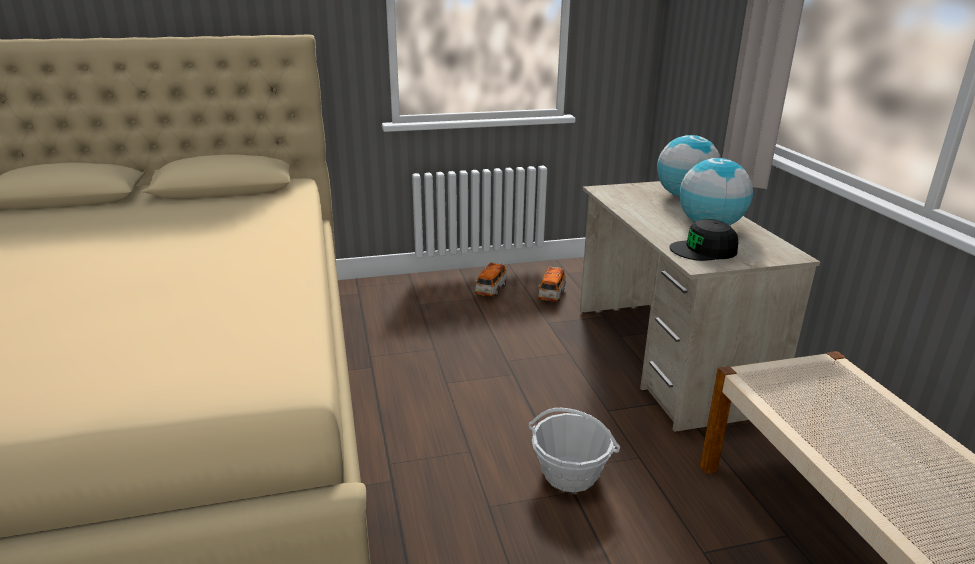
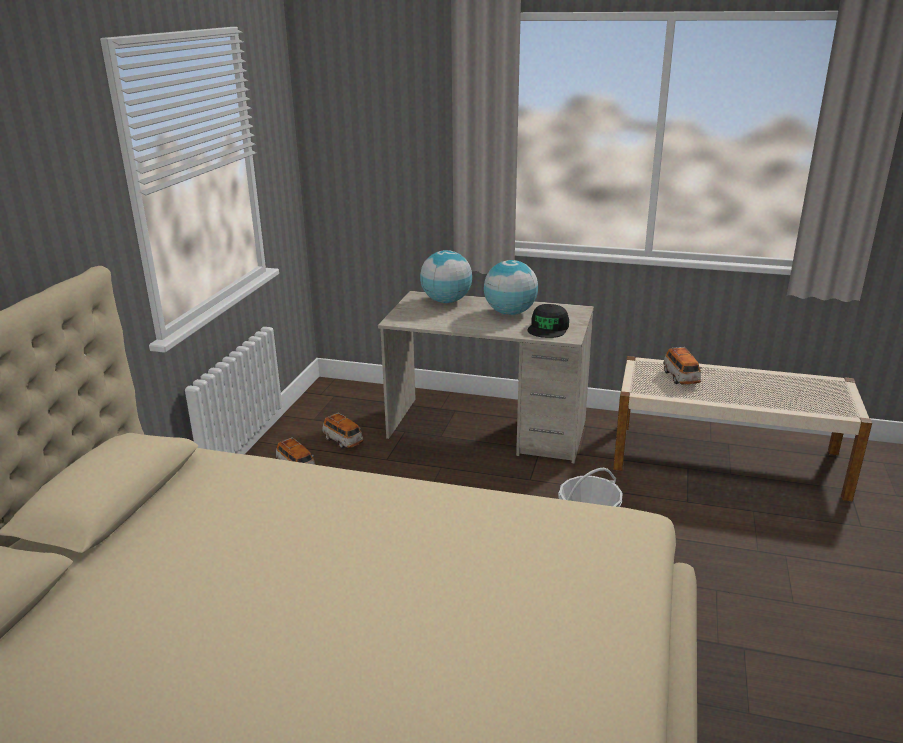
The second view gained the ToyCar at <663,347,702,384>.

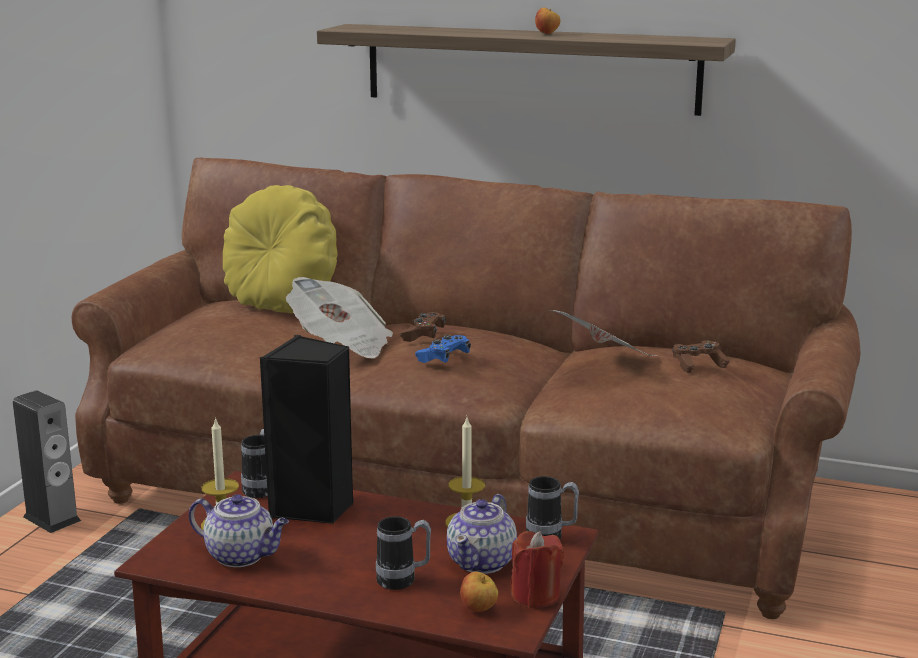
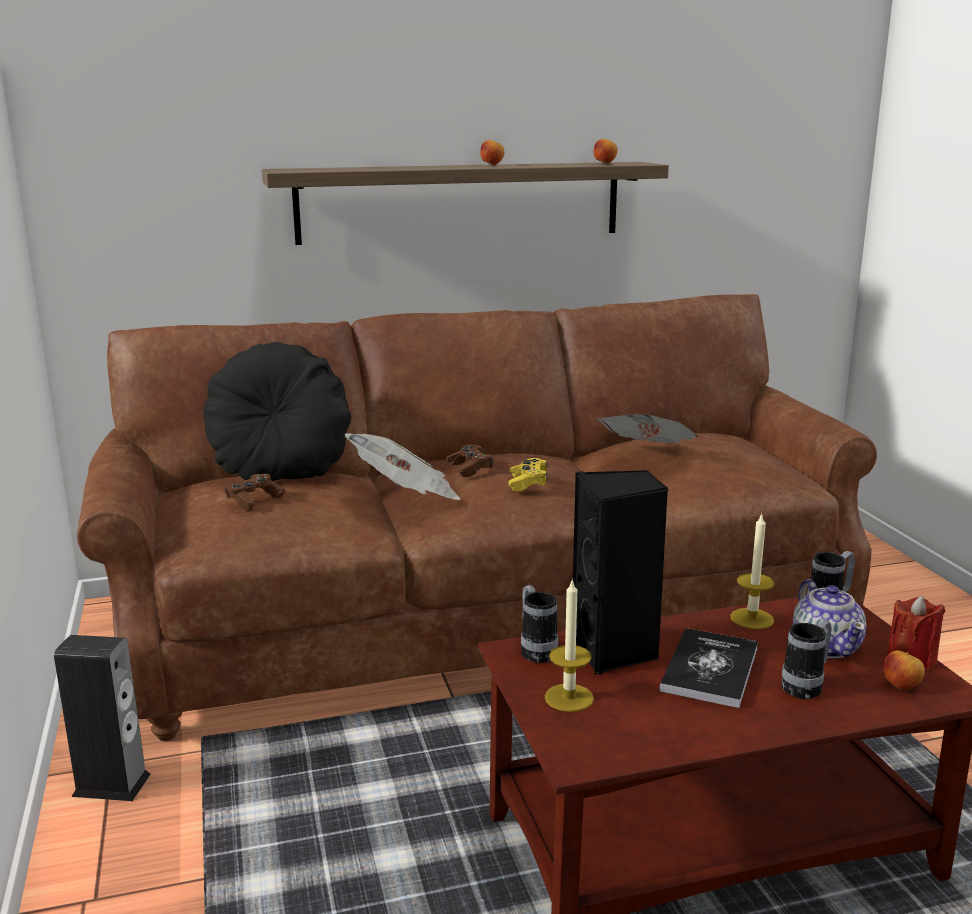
The second view lost the TeaPot at <189,494,289,567>.
The second view gained the WholeApple at <594,139,618,164>.
The second view gained the Book at <659,628,758,708>.
The BrownColouredGamepad ended up elsewhere, having gone from <673,340,730,373> to <225,474,286,511>.
What was the YellowColouredPillow at <223,185,338,313> turned into the BlackColouredPillow at <203,342,351,481>.
What was the BlueColouredGamepad at <415,335,471,363> turned into the YellowColouredGamepad at <508,458,548,491>.

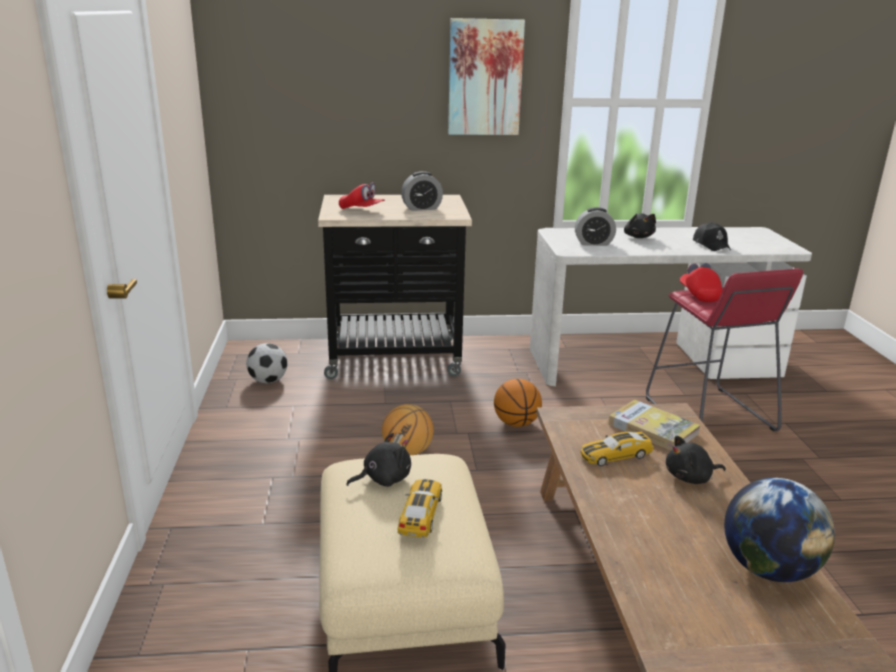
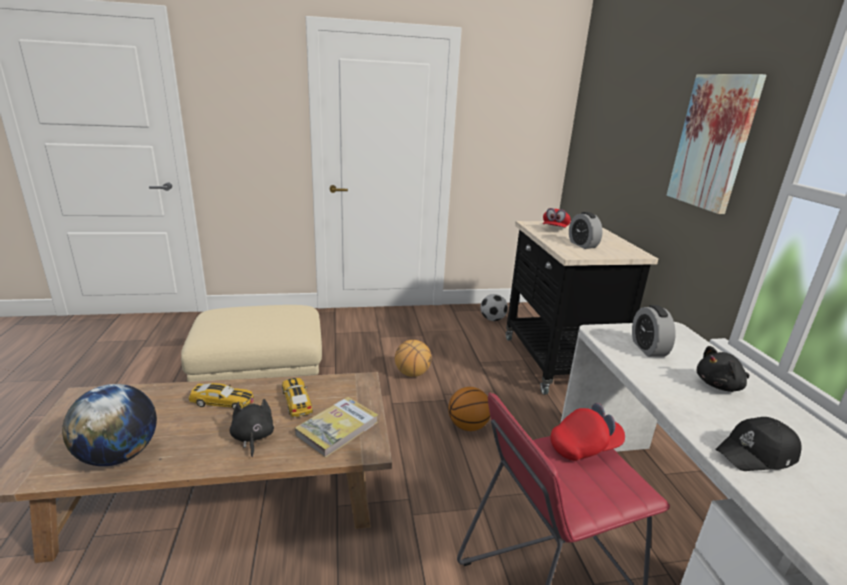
The second view lost the BlackColouredCuddlyToy at <346,433,411,487>.
The ToyCar ended up elsewhere, having gone from <397,479,442,538> to <189,383,254,409>.

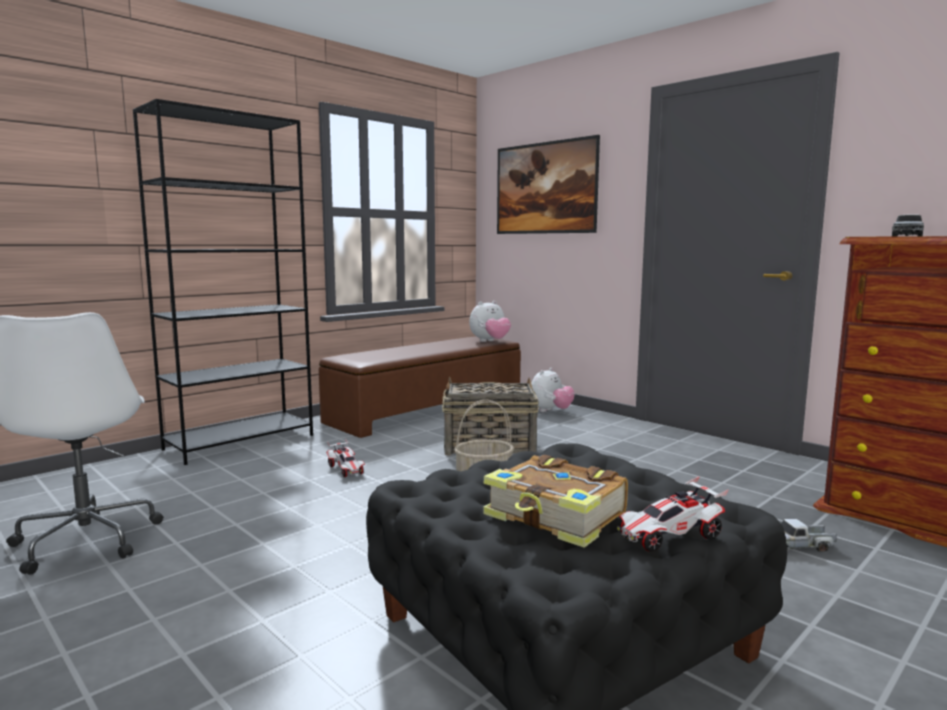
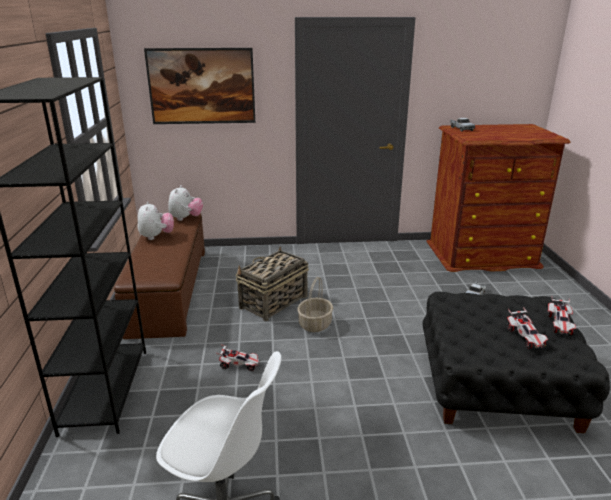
The CuddlyToy ended up elsewhere, having gone from <531,368,575,412> to <138,201,174,240>.
Where the Book stood at <483,455,628,548>, the ToyCar came to stand at <507,307,548,349>.

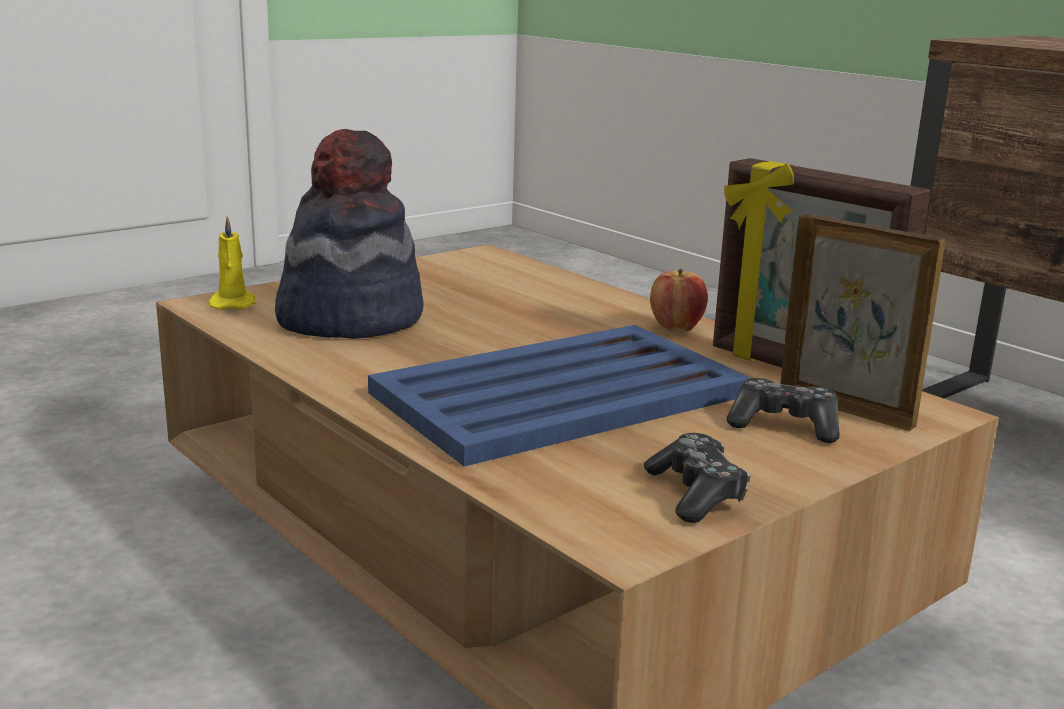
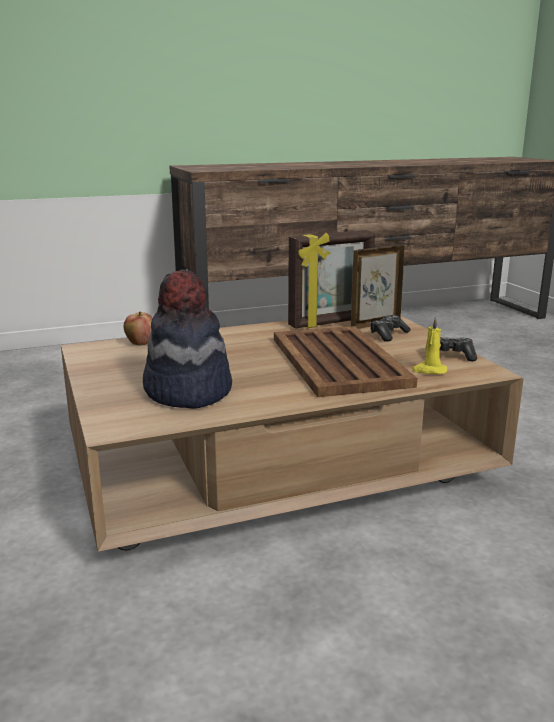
The YellowColouredCandle ended up elsewhere, having gone from <208,215,255,310> to <412,317,448,374>.
The WholeApple ended up elsewhere, having gone from <650,269,708,332> to <124,311,152,345>.
What was the BlueColouredServingTray at <368,325,751,467> turned into the BrownColouredServingTray at <274,326,417,397>.

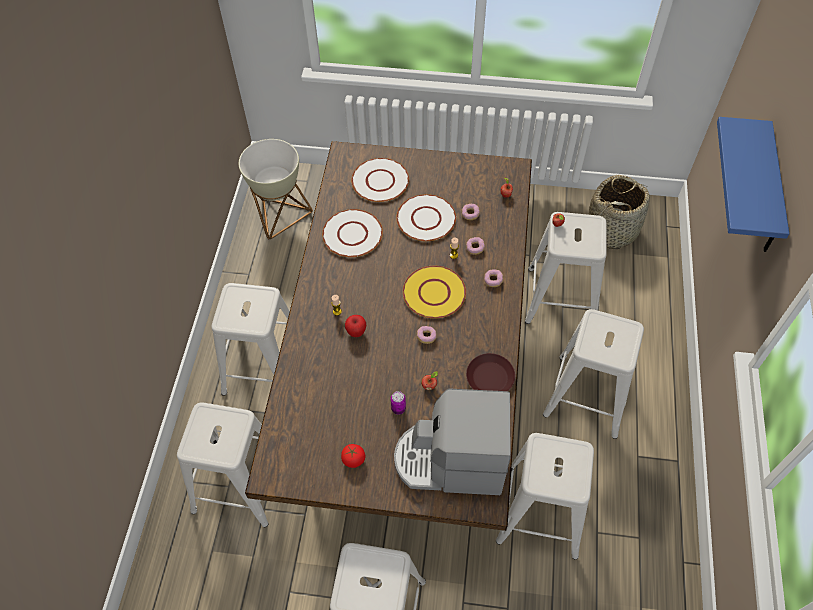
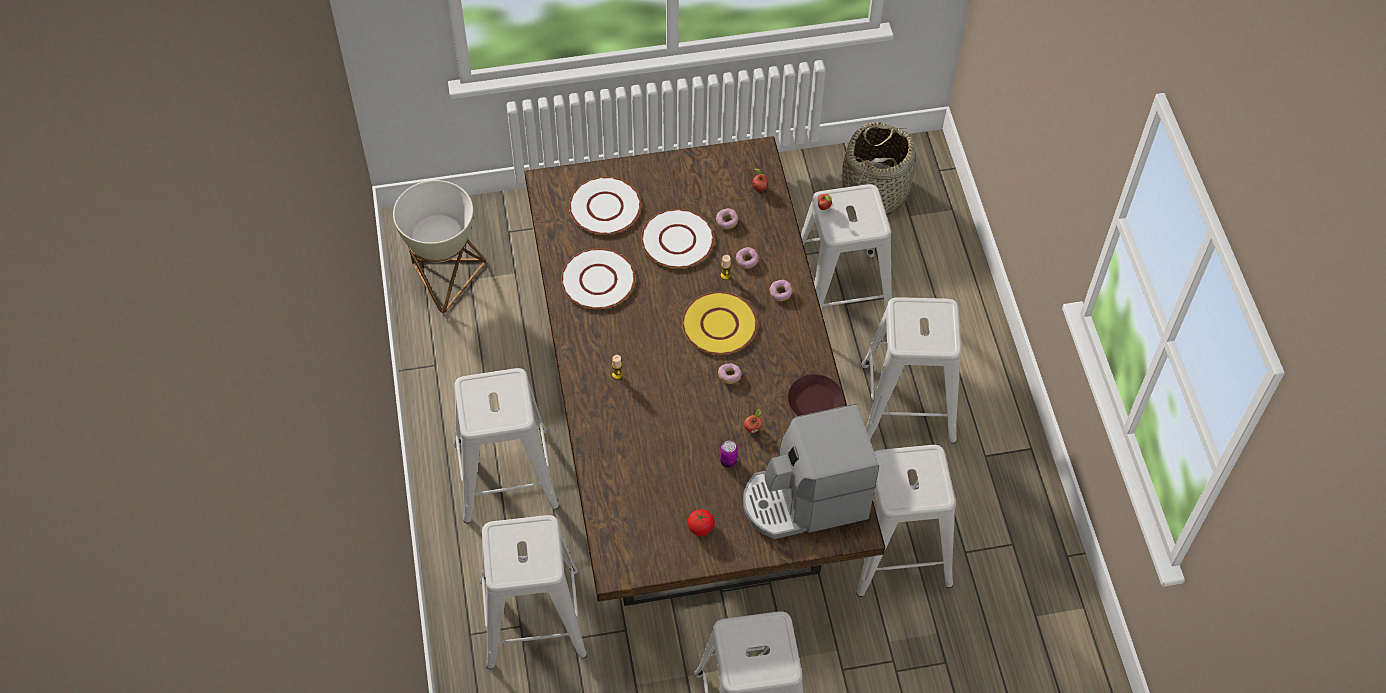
The second view lost the WholeApple at <345,315,366,337>.
The second view lost the BlueColouredBracketShelf at <717,117,789,252>.

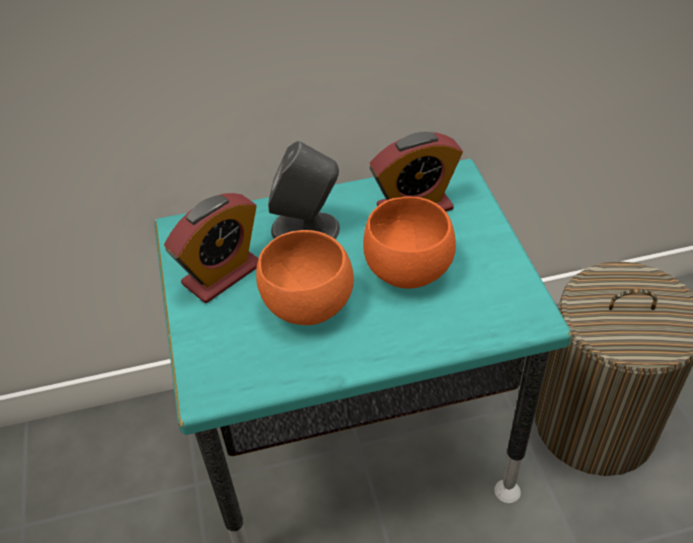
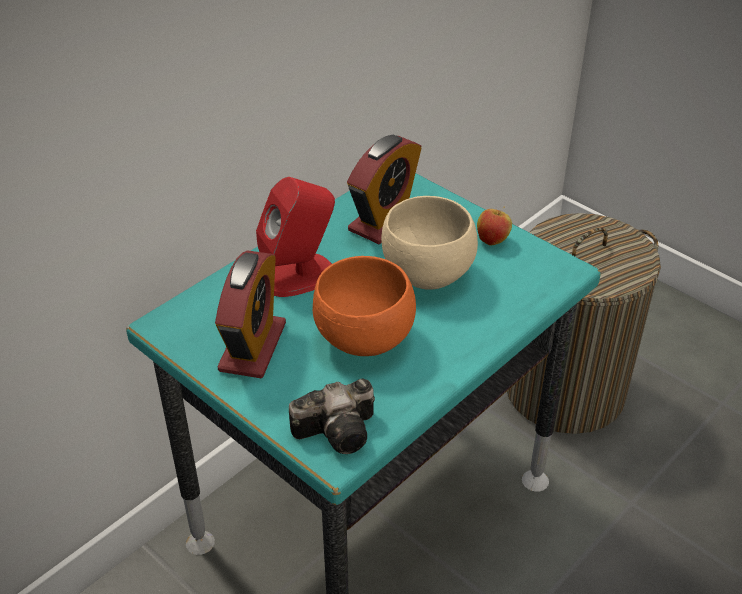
The second view gained the PhotoCamera at <289,379,375,454>.
The second view gained the WholeApple at <477,206,512,245>.
What was the GreyAudioSpeaker at <268,141,340,240> turned into the RedColouredAudioSpeaker at <256,177,335,297>.
What was the OrangeColouredDeepDish at <363,196,456,289> turned into the BeigeDeepDish at <381,196,478,290>.

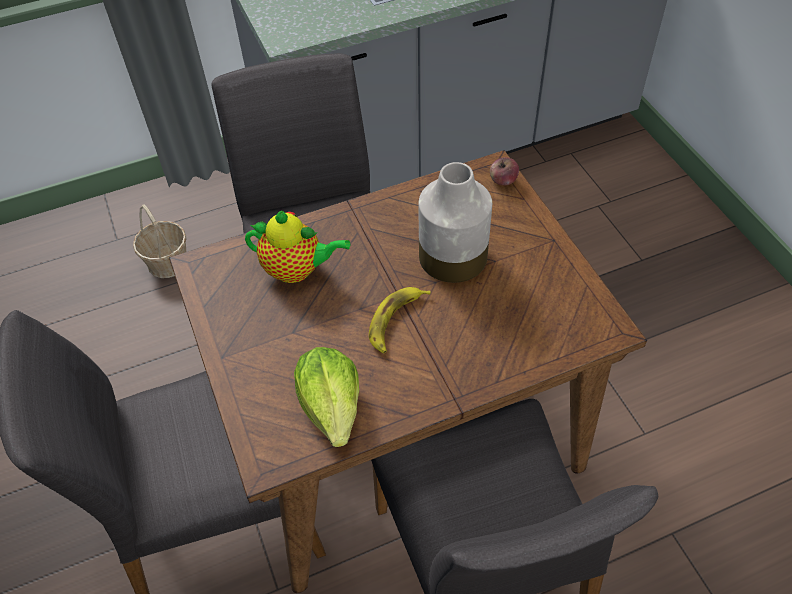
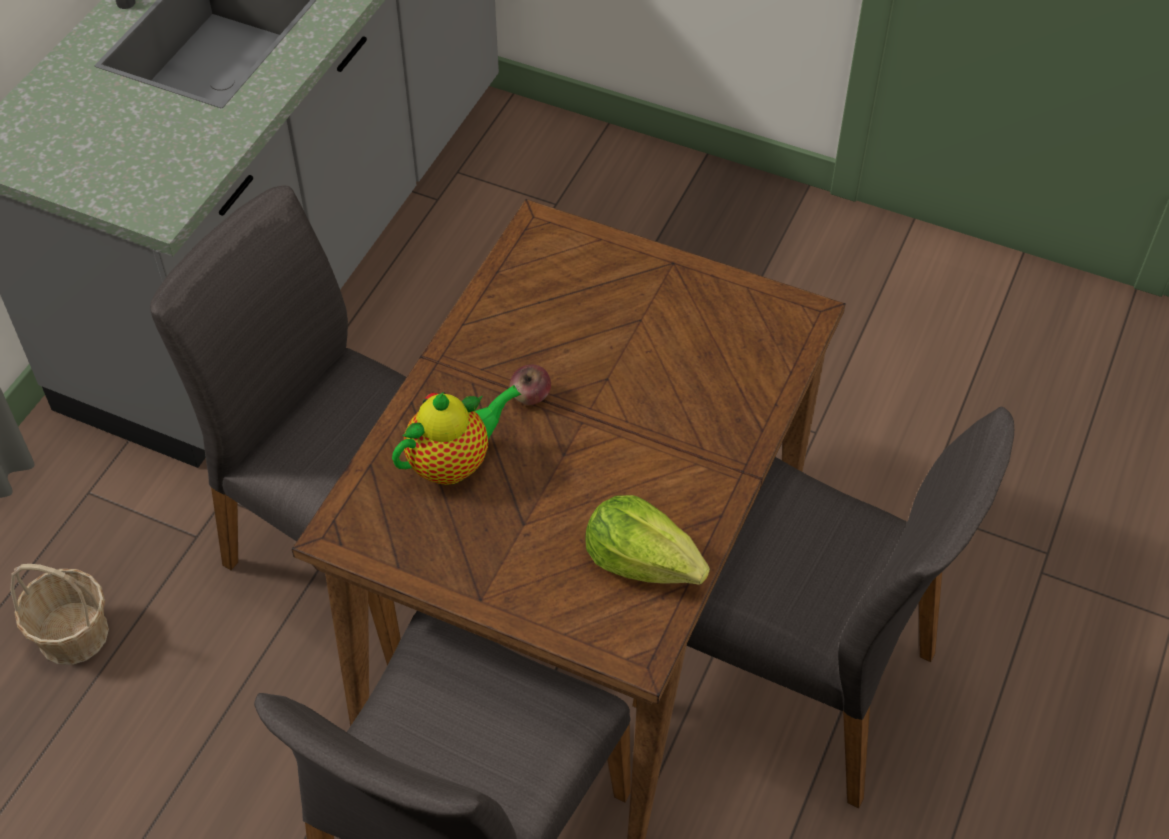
The second view lost the BananaFruit at <369,287,431,354>.
The second view lost the BeigeFlowerVase at <418,162,492,283>.
The WholeApple ended up elsewhere, having gone from <490,157,519,185> to <510,365,551,405>.

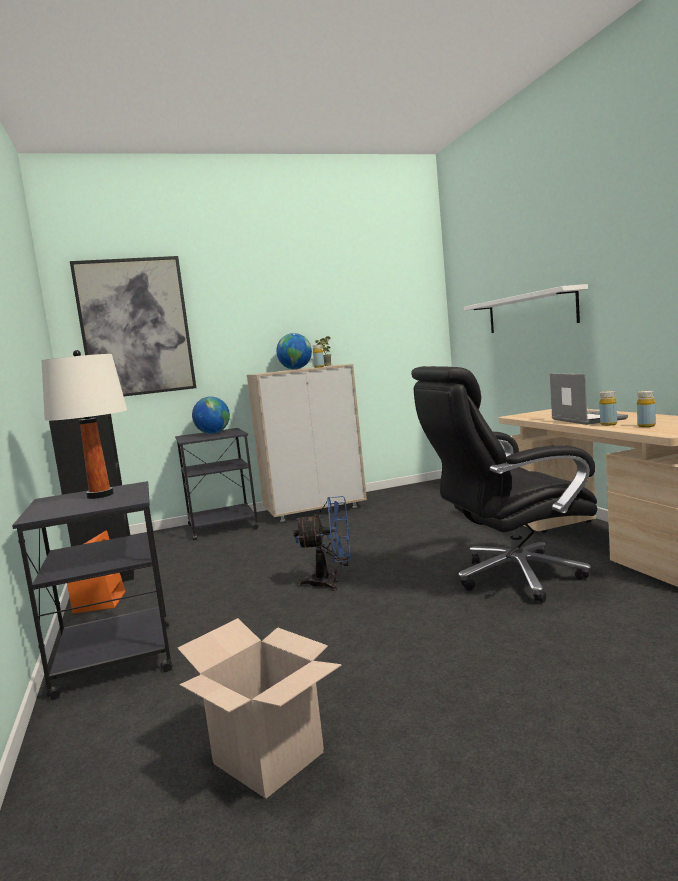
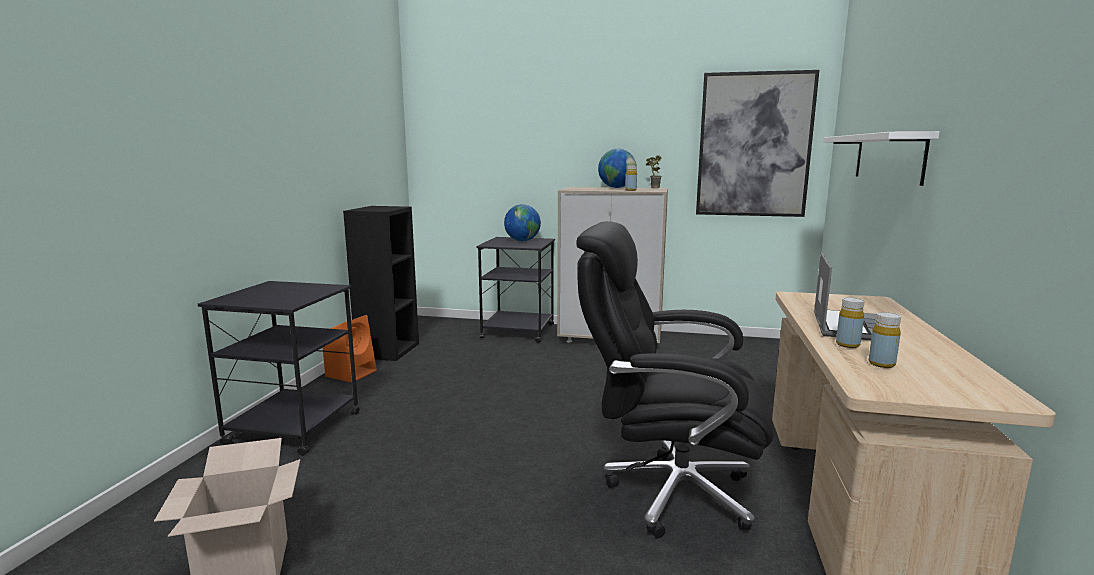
The second view lost the WhiteColouredLampForATable at <41,350,127,499>.
The second view lost the BlueColouredCoolingFan at <293,496,351,591>.
The Picture ended up elsewhere, having gone from <70,256,196,396> to <696,70,819,217>.

